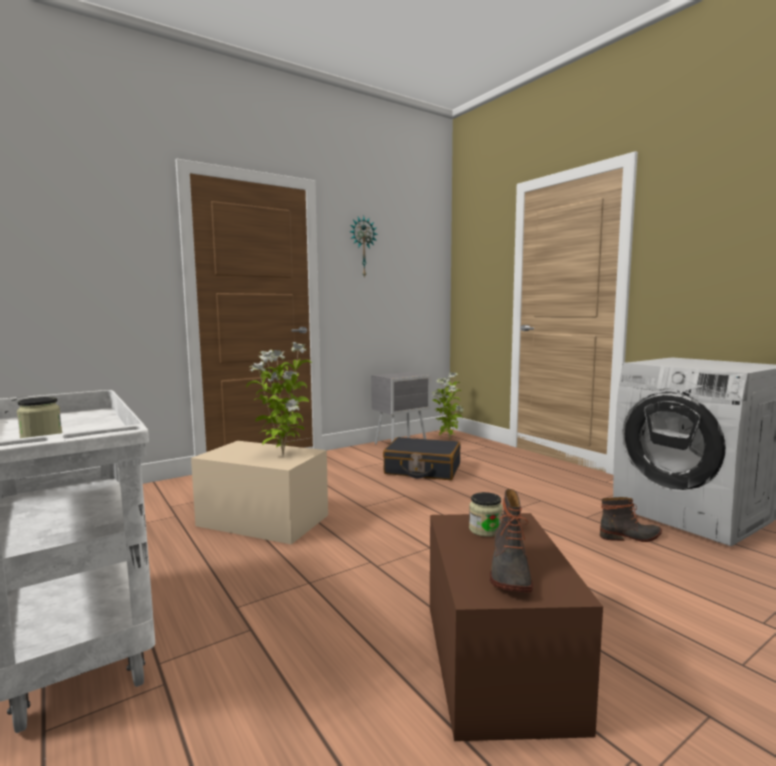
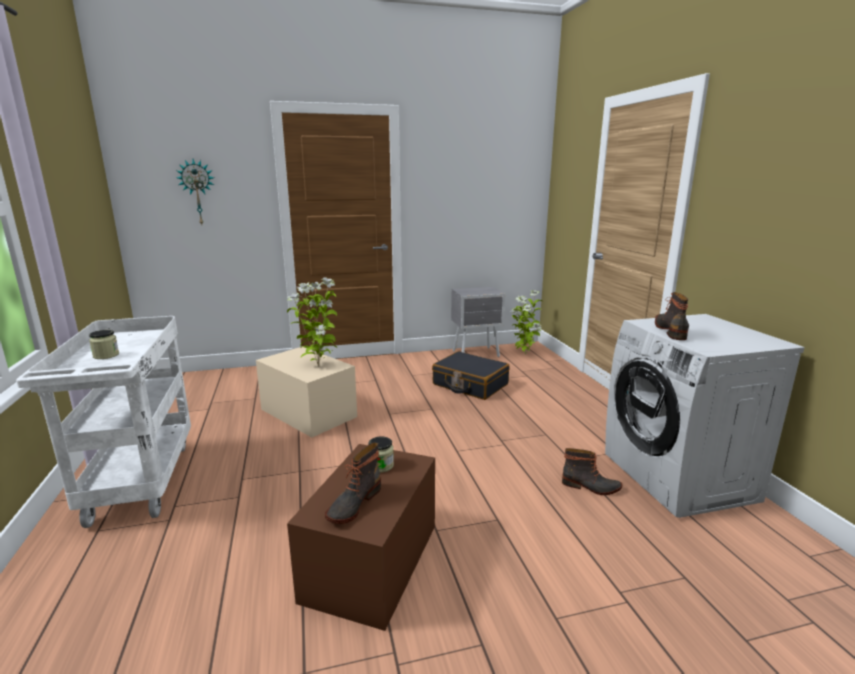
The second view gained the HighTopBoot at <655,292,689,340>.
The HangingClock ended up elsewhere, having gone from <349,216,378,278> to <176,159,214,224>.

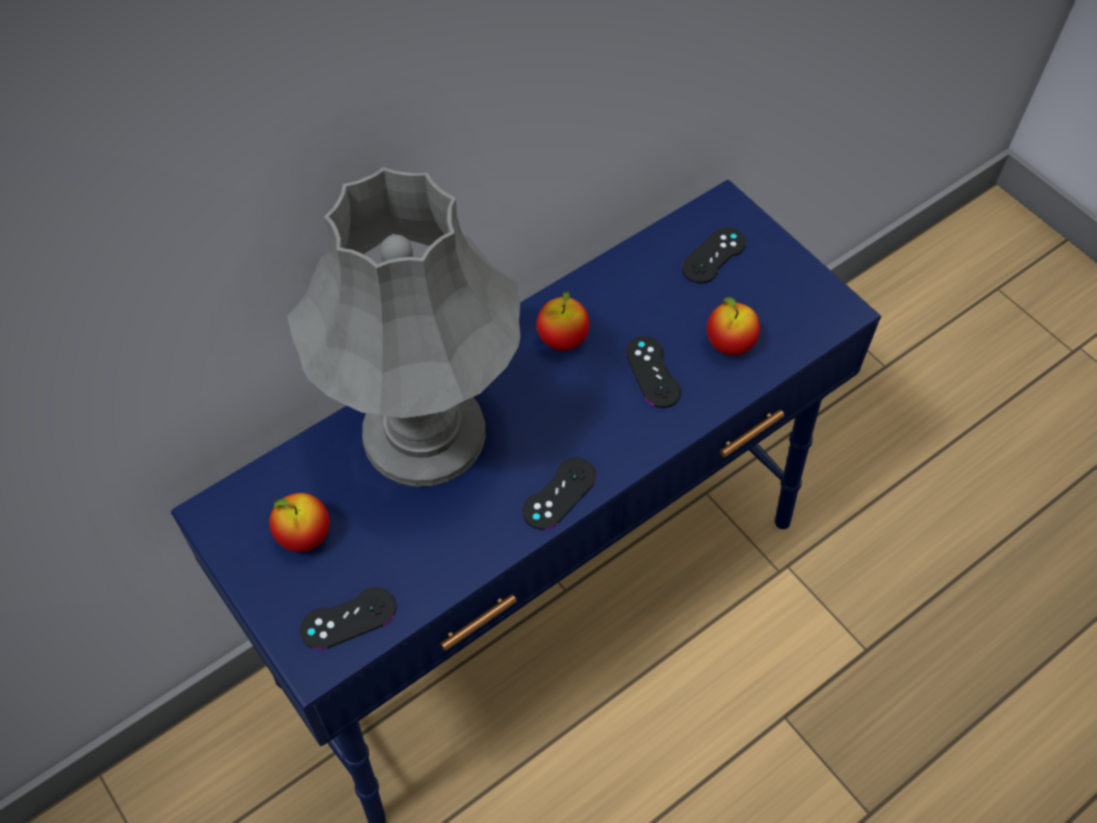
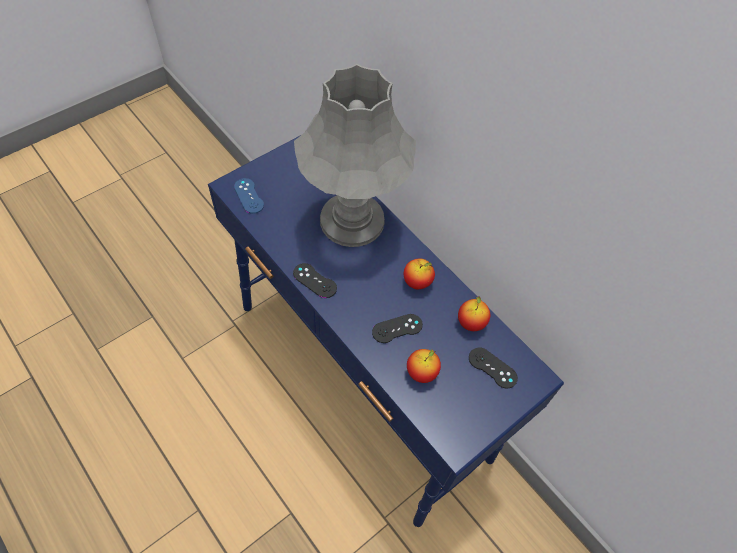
The WholeApple ended up elsewhere, having gone from <269,493,330,552> to <458,297,490,331>.
What was the BlackColouredGamepad at <300,587,396,650> turned into the BlueColouredGamepad at <234,178,264,214>.

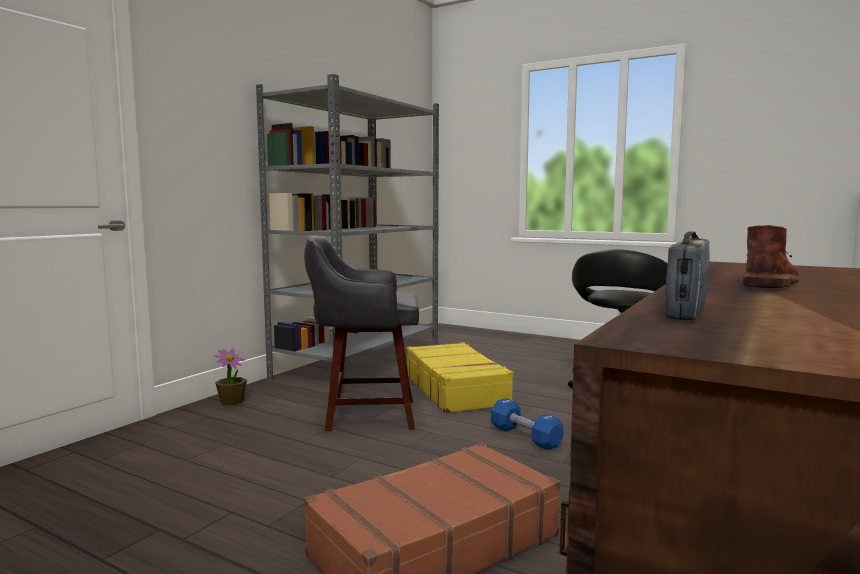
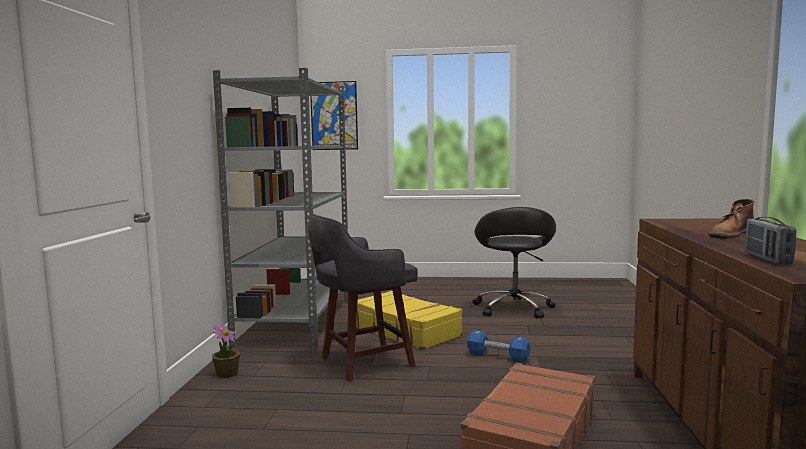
The second view gained the Picture at <310,81,358,150>.
The BrownColouredHighTopBoot at <743,225,800,288> ended up facing another way, 135 degrees counterclockwise from before.

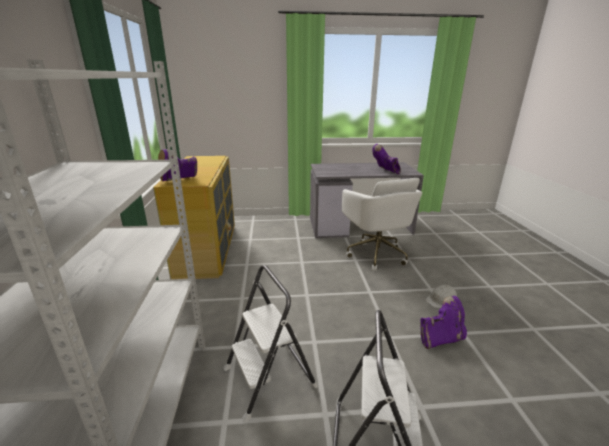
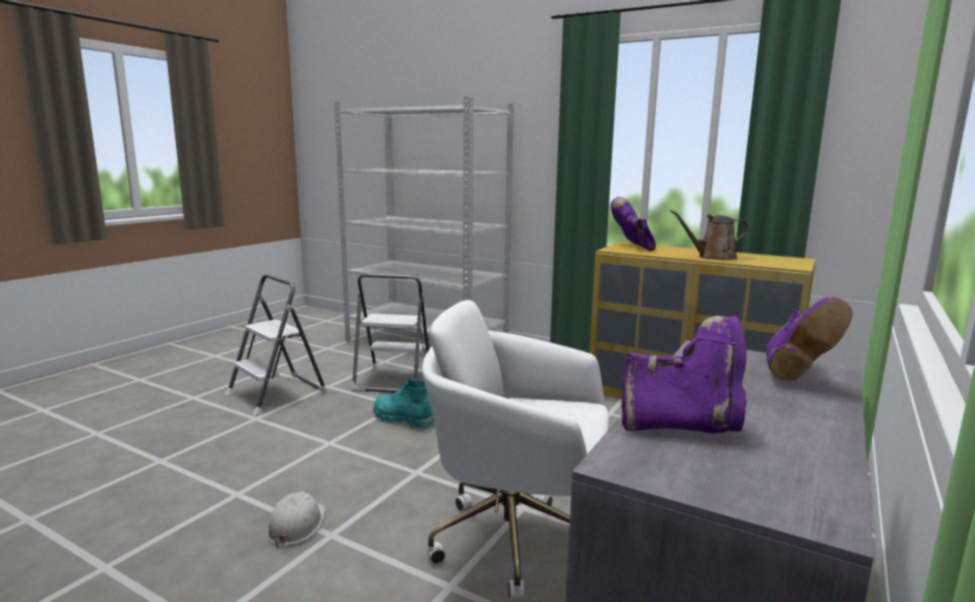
The second view gained the BlueGreenHighTopBoot at <373,379,434,429>.
The second view gained the BrownColouredWateringPot at <670,210,749,260>.
The PurplishHighTopBoot ended up elsewhere, having gone from <420,296,467,349> to <766,297,853,381>.

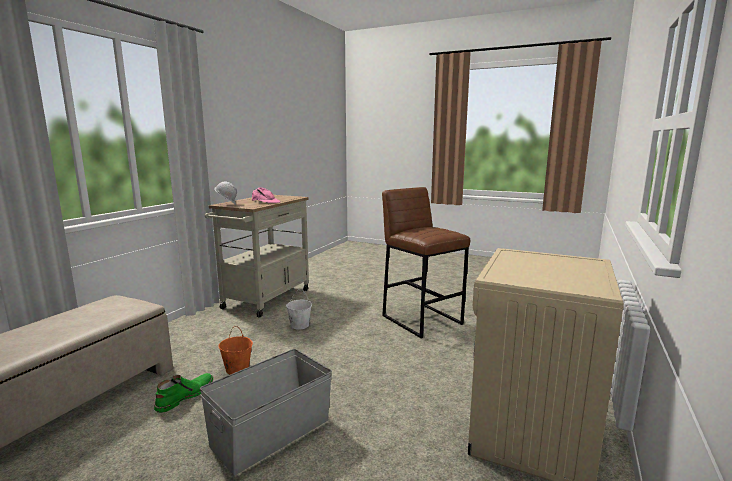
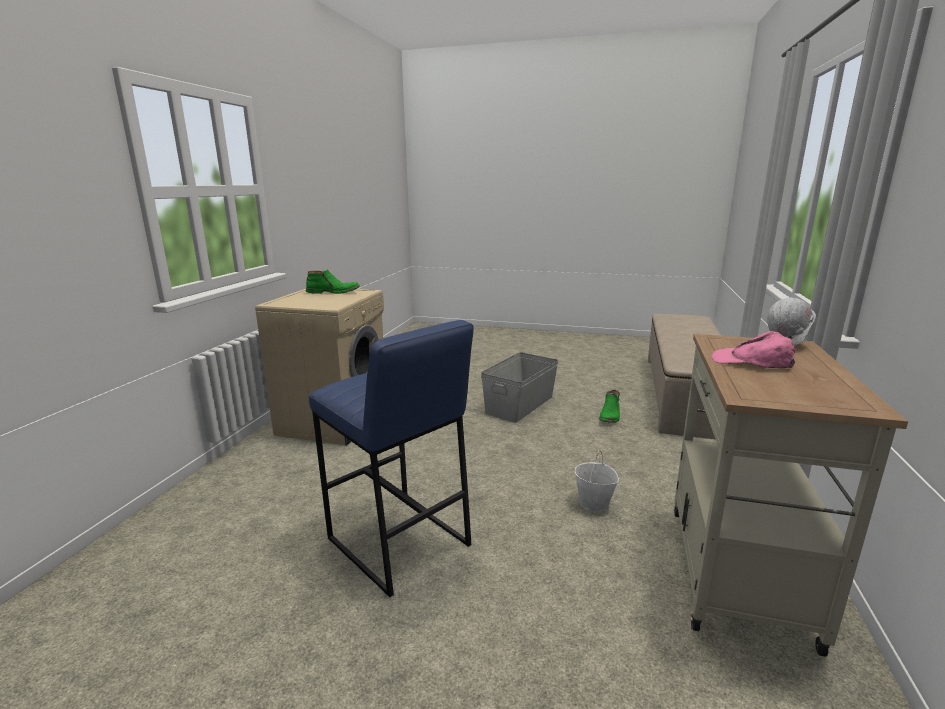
The second view lost the OrangeColouredWaterBucket at <219,326,253,375>.
The second view gained the GreenColouredHighTopBoot at <306,270,360,294>.
What was the BrownColouredSittingStool at <382,187,470,339> turned into the BlueColouredSittingStool at <309,320,474,597>.

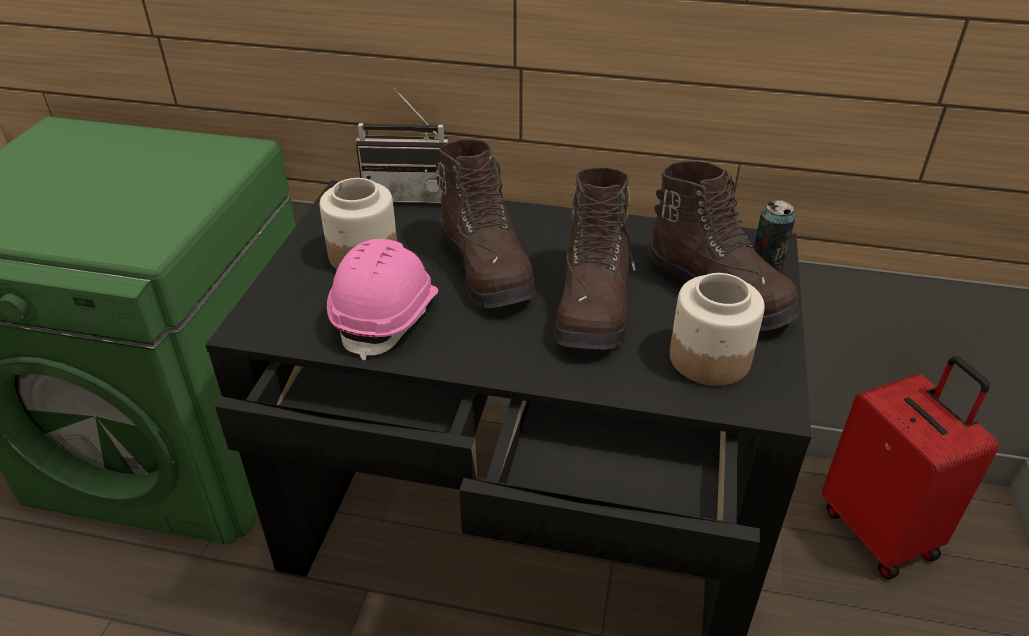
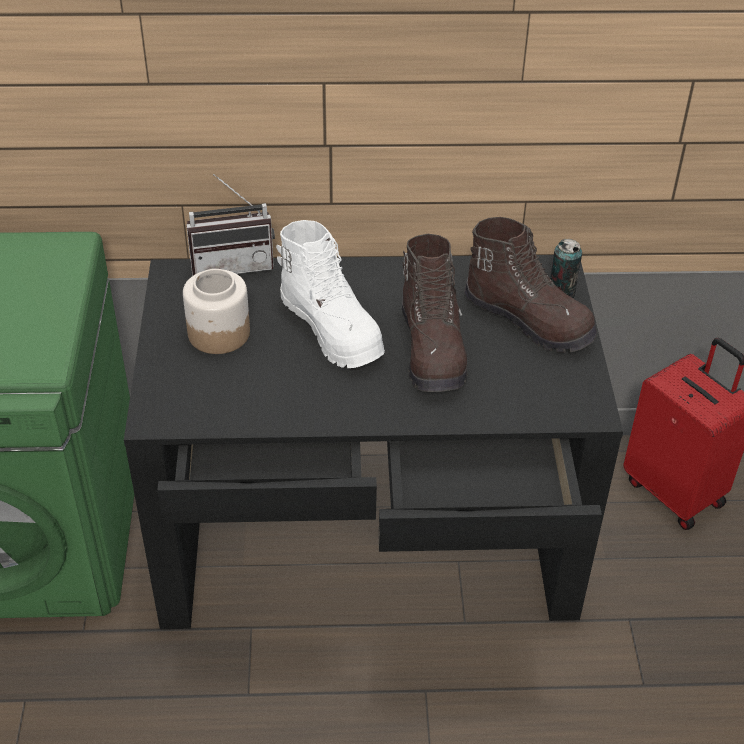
The second view lost the PinkSafetyHelmet at <327,239,438,360>.
The second view lost the Jar at <670,273,765,386>.
What was the BrownColouredHighTopBoot at <435,140,536,308> turned into the WhiteColouredHighTopBoot at <276,220,385,368>.

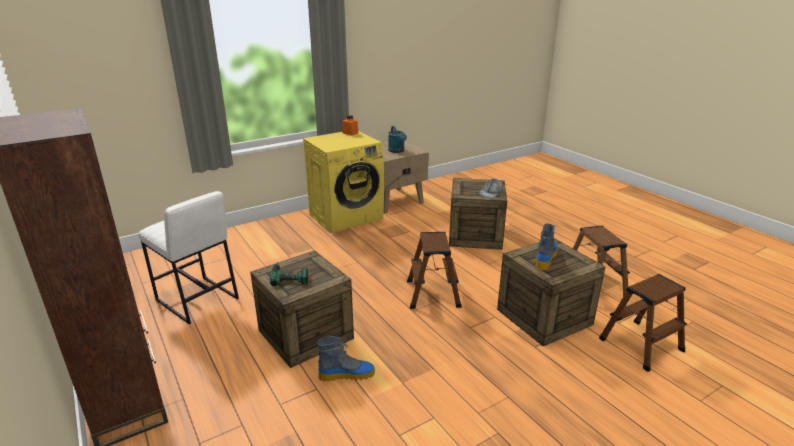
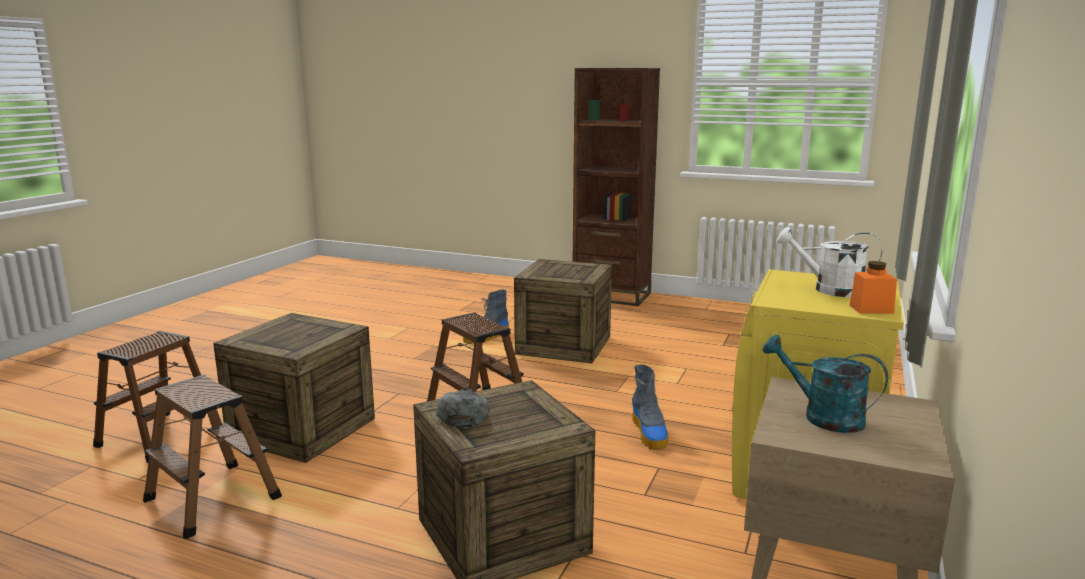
The second view lost the WhiteColouredChair at <138,191,239,324>.
The second view lost the PowerDrill at <269,261,308,286>.
The second view gained the WhiteColouredWateringPot at <777,227,882,297>.
The HighTopBoot ended up elsewhere, having gone from <535,223,558,270> to <632,364,668,450>.

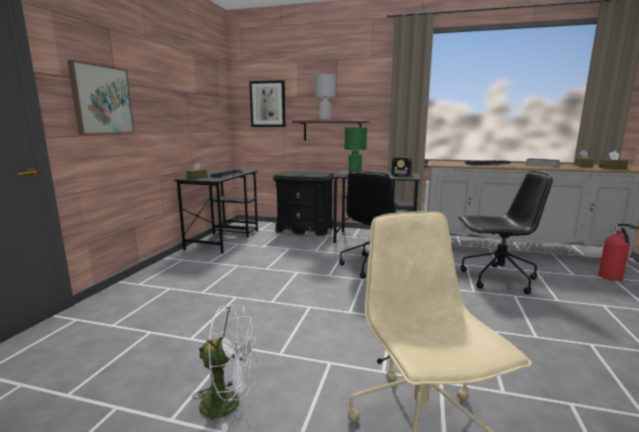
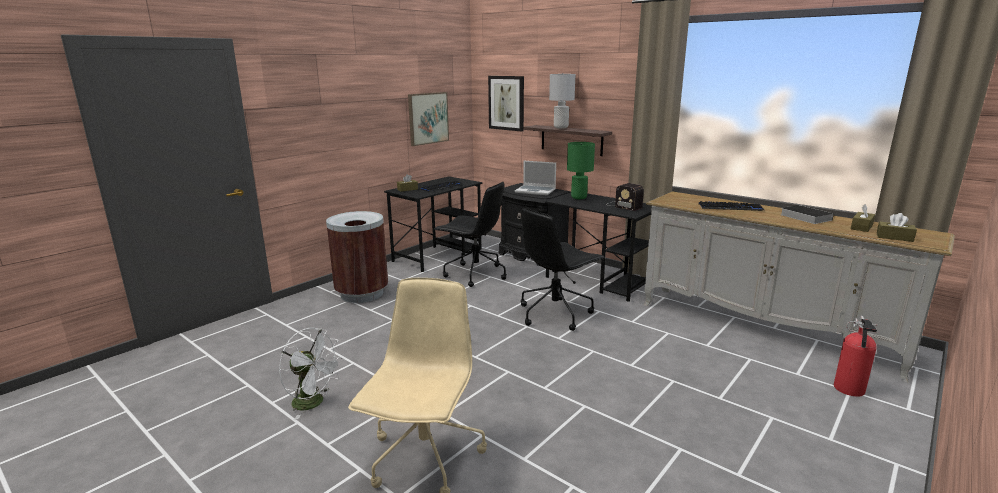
The second view gained the BrownColouredWasteBin at <326,211,388,303>.
The second view gained the NotebookComputer at <515,161,556,195>.
The Picture ended up elsewhere, having gone from <67,60,134,135> to <408,92,449,146>.
The BlackColouredComputerChair ended up elsewhere, having gone from <458,171,553,294> to <434,182,507,287>.

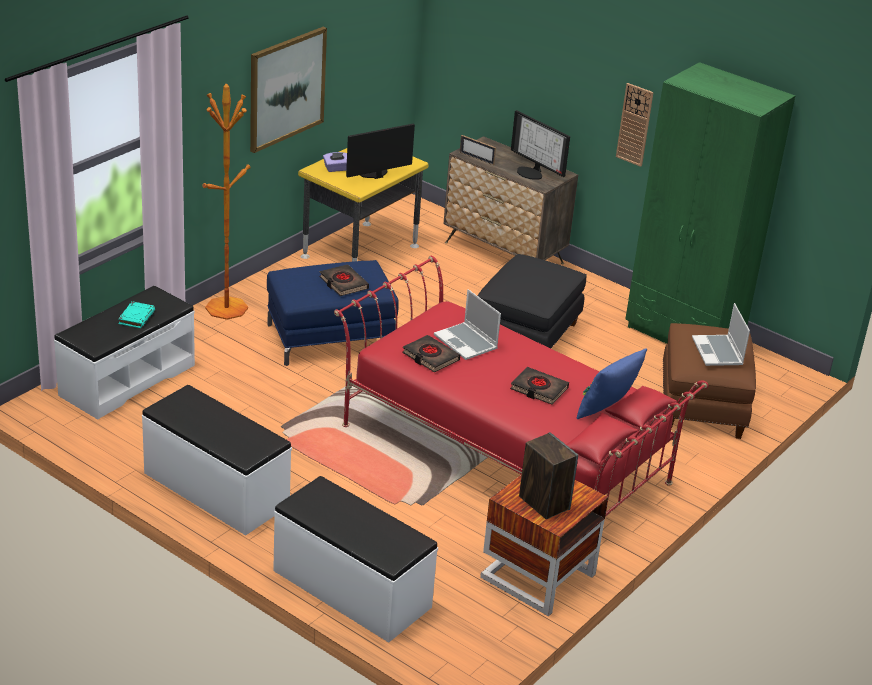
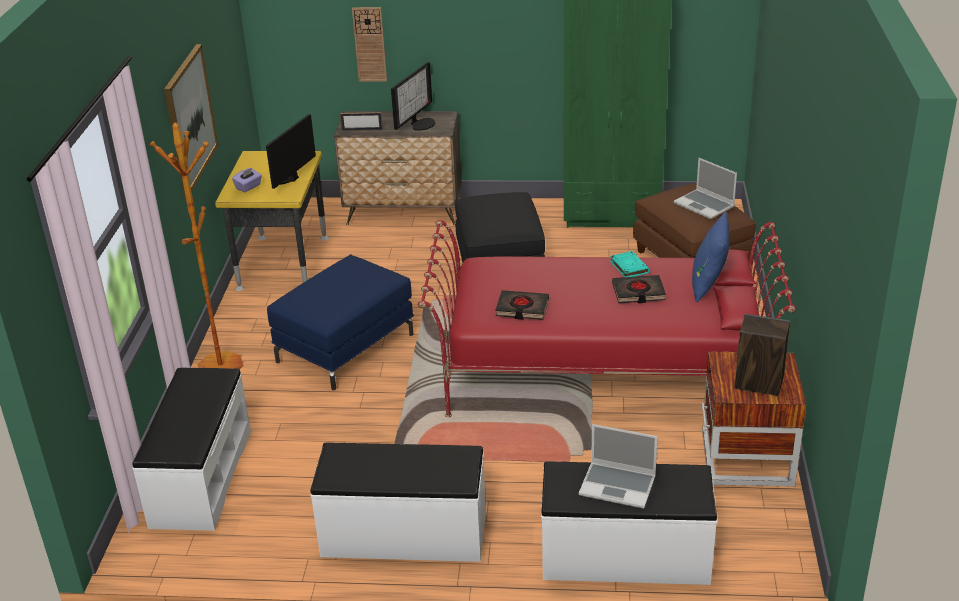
The second view lost the BlackColouredBook at <319,264,369,296>.
The BlueGreenBook ended up elsewhere, having gone from <118,301,155,328> to <610,251,650,277>.
The NotebookComputer ended up elsewhere, having gone from <434,289,501,360> to <579,424,658,508>.
The HangingClock ended up elsewhere, having gone from <616,83,654,167> to <352,7,387,82>.
The Monitor at <511,110,570,180> ended up facing another way, 75 degrees counterclockwise from before.

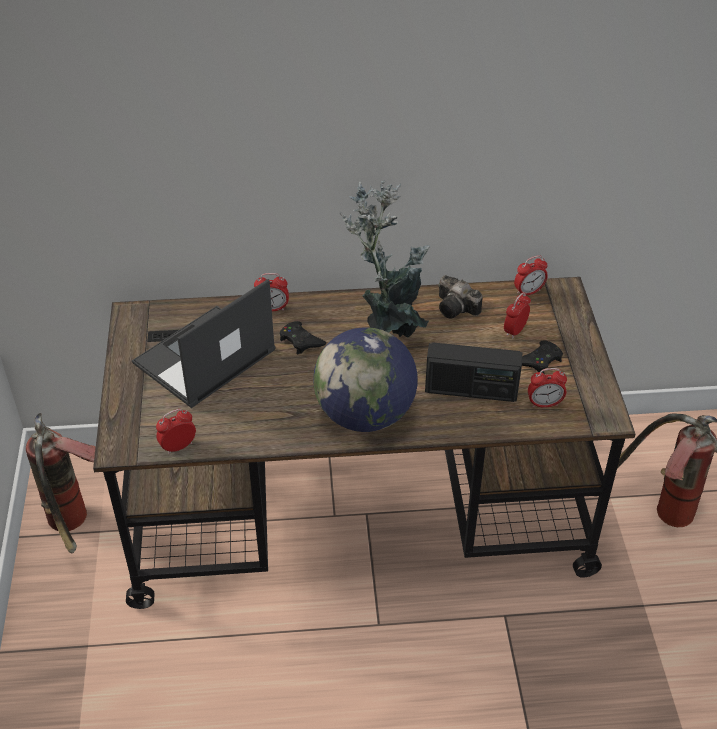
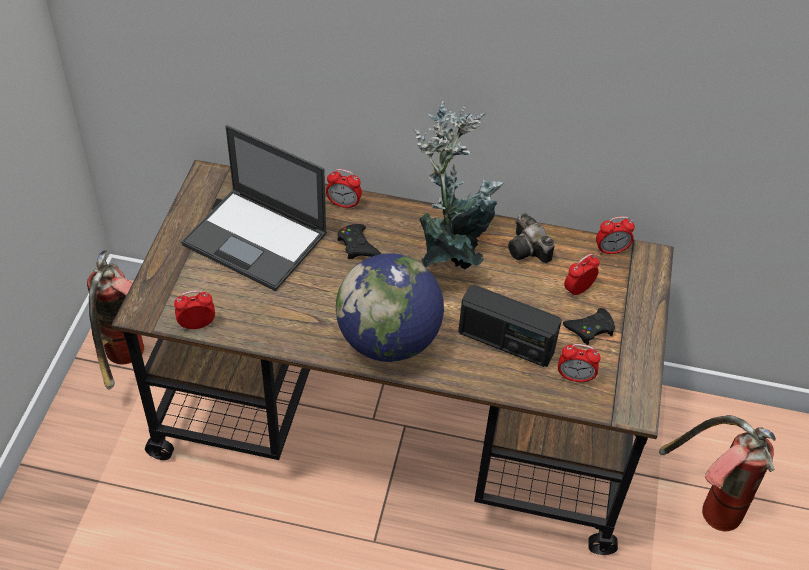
The NotebookComputer at <132,279,276,408> ended up facing another way, 120 degrees counterclockwise from before.

